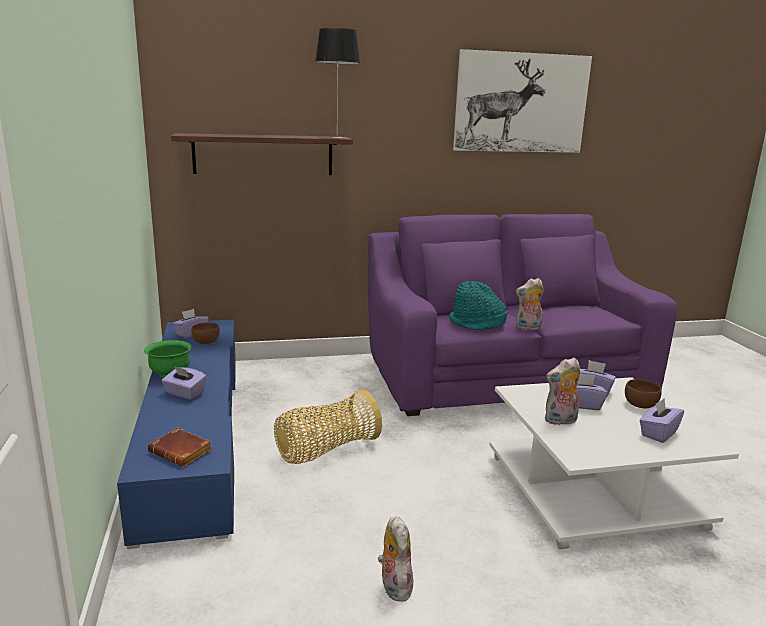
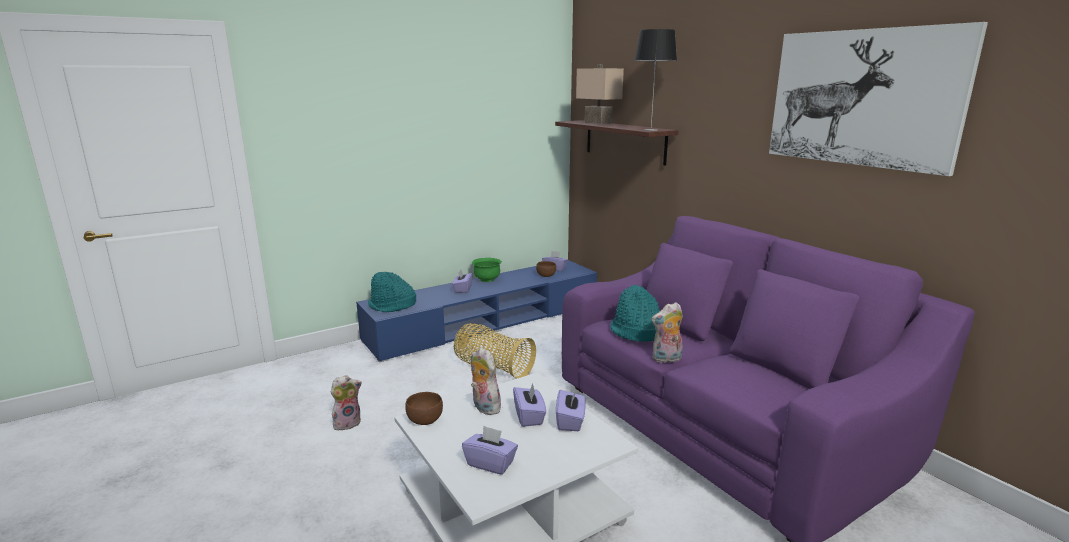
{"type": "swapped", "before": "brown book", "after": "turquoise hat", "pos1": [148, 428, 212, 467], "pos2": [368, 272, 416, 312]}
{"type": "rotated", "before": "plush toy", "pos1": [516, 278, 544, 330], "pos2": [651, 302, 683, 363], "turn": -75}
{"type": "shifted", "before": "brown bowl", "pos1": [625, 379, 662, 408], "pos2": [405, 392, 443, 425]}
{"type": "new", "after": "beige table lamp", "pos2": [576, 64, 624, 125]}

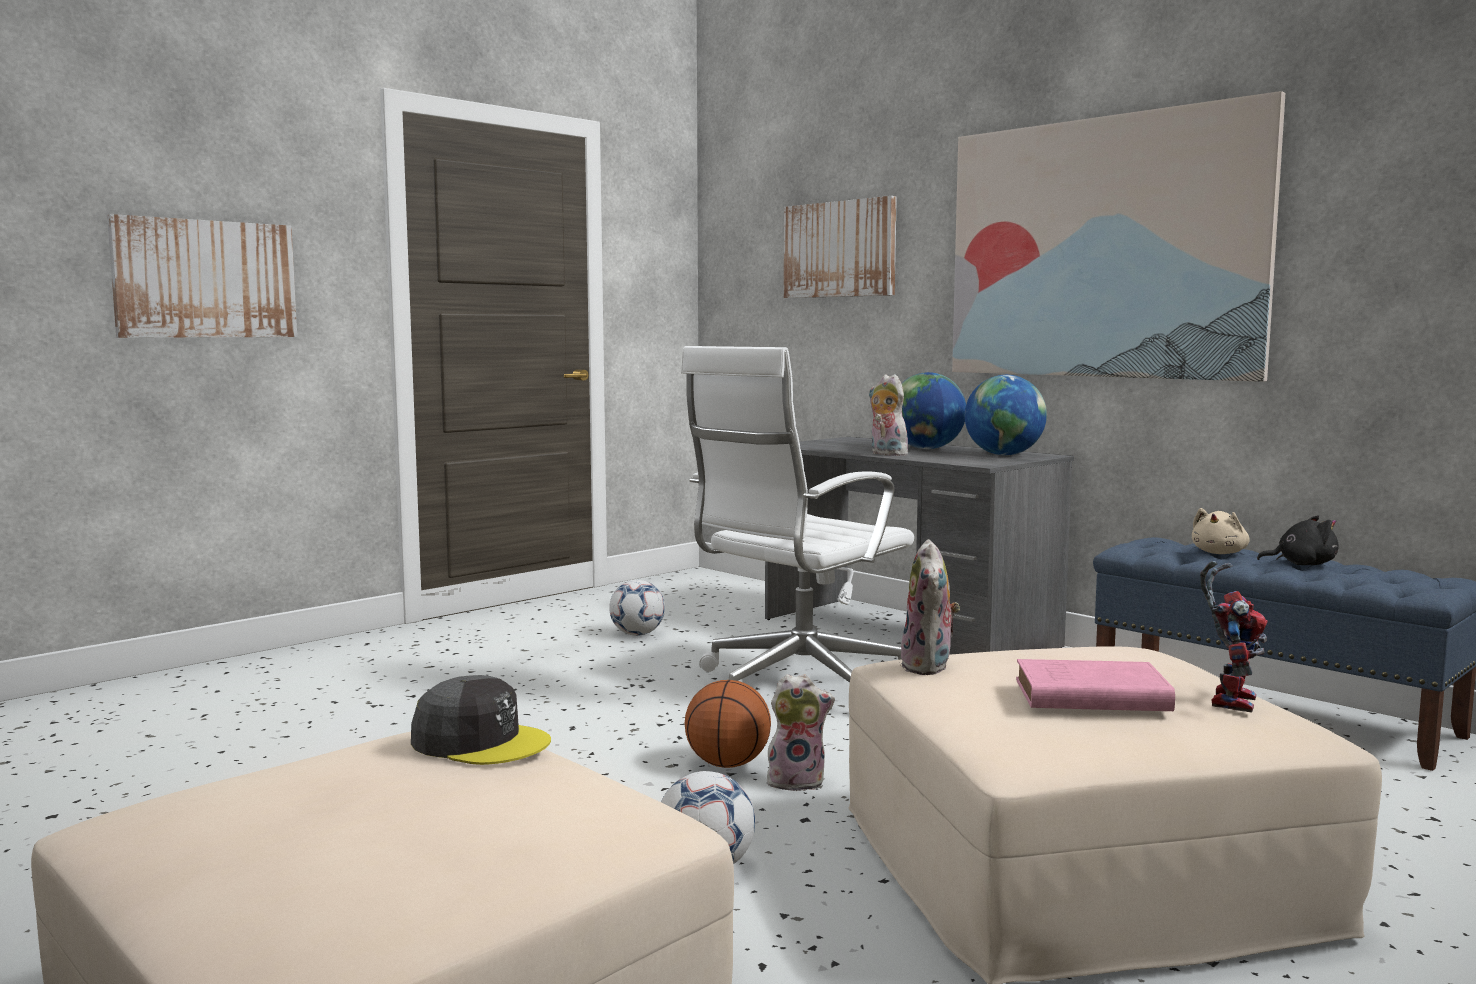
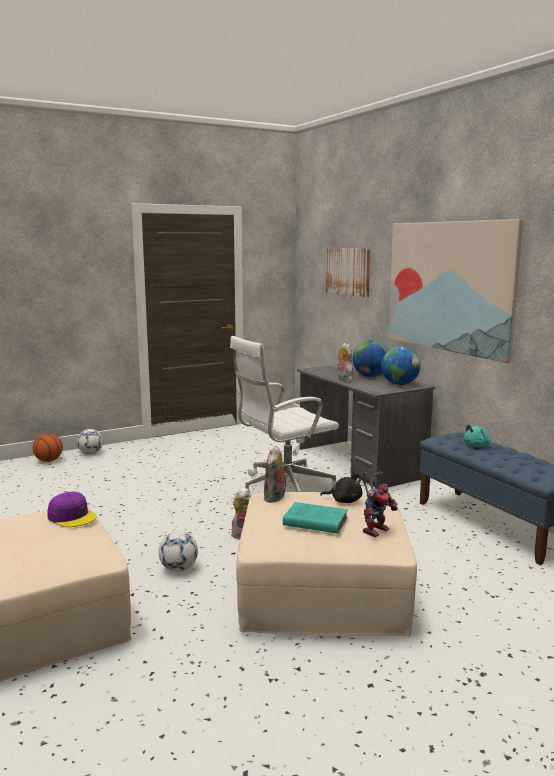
{"type": "gone", "before": "picture", "pos1": [107, 214, 297, 338]}
{"type": "repainted", "before": "grey cap", "after": "purple cap", "pos1": [411, 675, 551, 765], "pos2": [47, 492, 97, 527]}
{"type": "shifted", "before": "football", "pos1": [609, 580, 665, 636], "pos2": [77, 429, 103, 454]}
{"type": "shifted", "before": "basketball", "pos1": [685, 680, 771, 768], "pos2": [33, 433, 63, 462]}
{"type": "repainted", "before": "pink book", "after": "turquoise book", "pos1": [1016, 659, 1175, 711], "pos2": [283, 502, 348, 534]}
{"type": "repainted", "before": "beige plush toy", "after": "turquoise plush toy", "pos1": [1192, 508, 1250, 554], "pos2": [464, 424, 491, 447]}
{"type": "shifted", "before": "black plush toy", "pos1": [1257, 515, 1339, 565], "pos2": [320, 474, 362, 503]}

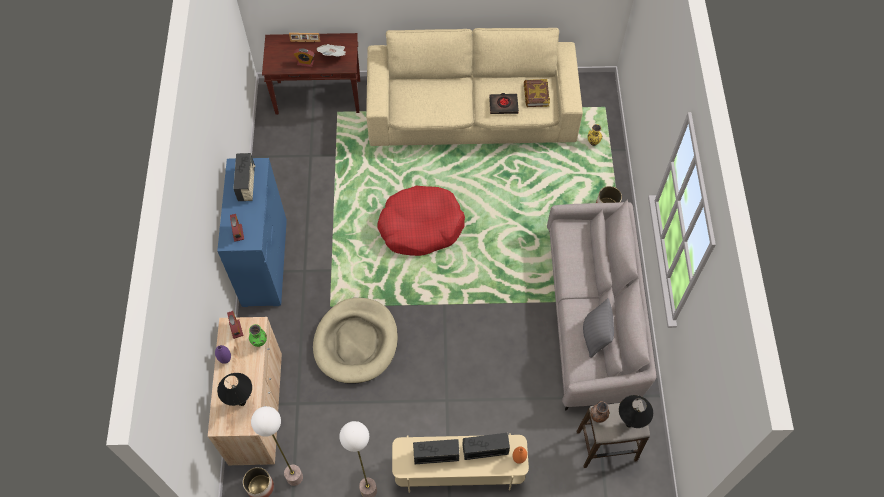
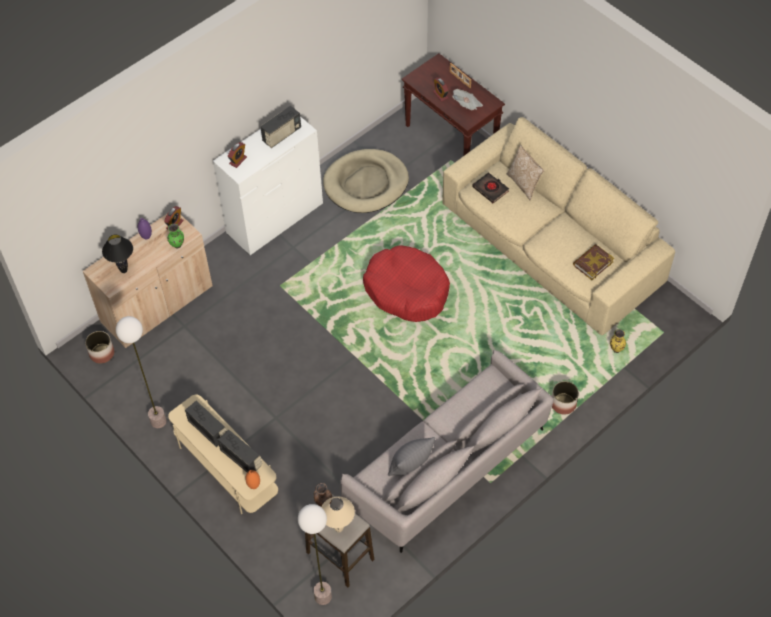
{"type": "repainted", "before": "blue dresser", "after": "white dresser", "pos1": [217, 158, 287, 307], "pos2": [213, 116, 323, 255]}
{"type": "shifted", "before": "floor lamp", "pos1": [251, 406, 303, 486], "pos2": [298, 504, 332, 605]}
{"type": "shifted", "before": "beige dog bed", "pos1": [313, 298, 398, 384], "pos2": [323, 149, 409, 213]}
{"type": "shifted", "before": "black book", "pos1": [489, 93, 519, 114], "pos2": [472, 172, 509, 203]}
{"type": "repainted", "before": "black table lamp", "after": "beige table lamp", "pos1": [619, 395, 653, 428], "pos2": [321, 496, 355, 532]}
{"type": "new", "after": "pillow", "pos2": [507, 145, 544, 201]}

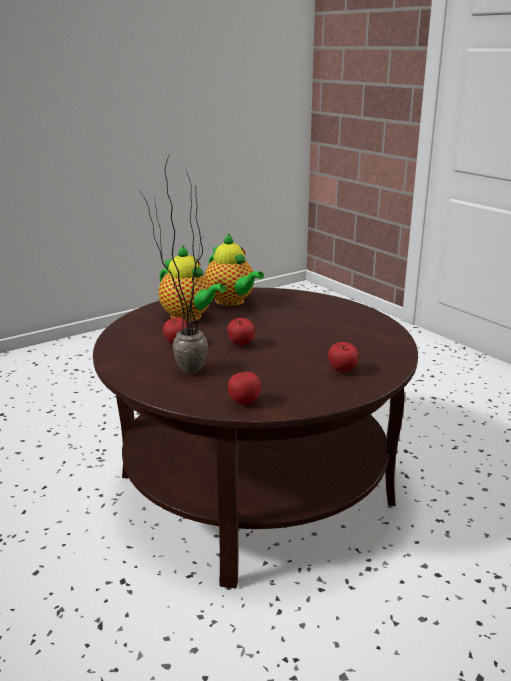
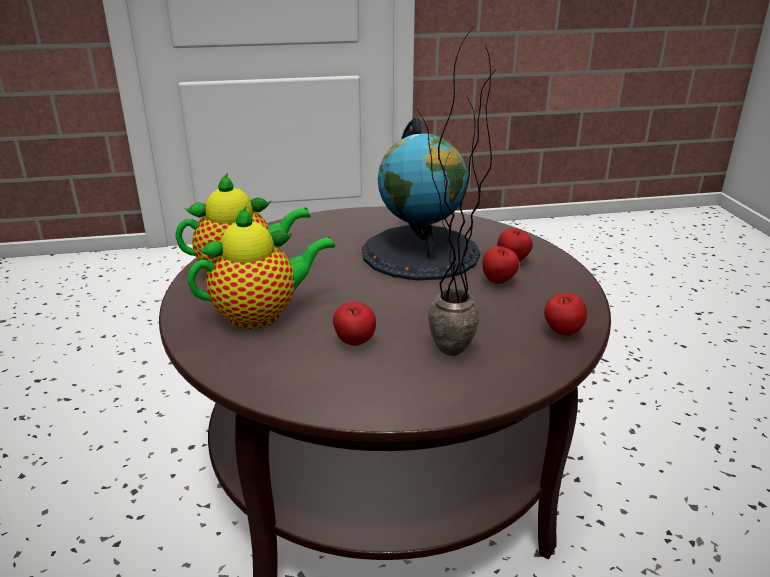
{"type": "shifted", "before": "apple", "pos1": [227, 318, 255, 346], "pos2": [482, 246, 519, 284]}
{"type": "new", "after": "globe", "pos2": [362, 117, 480, 280]}

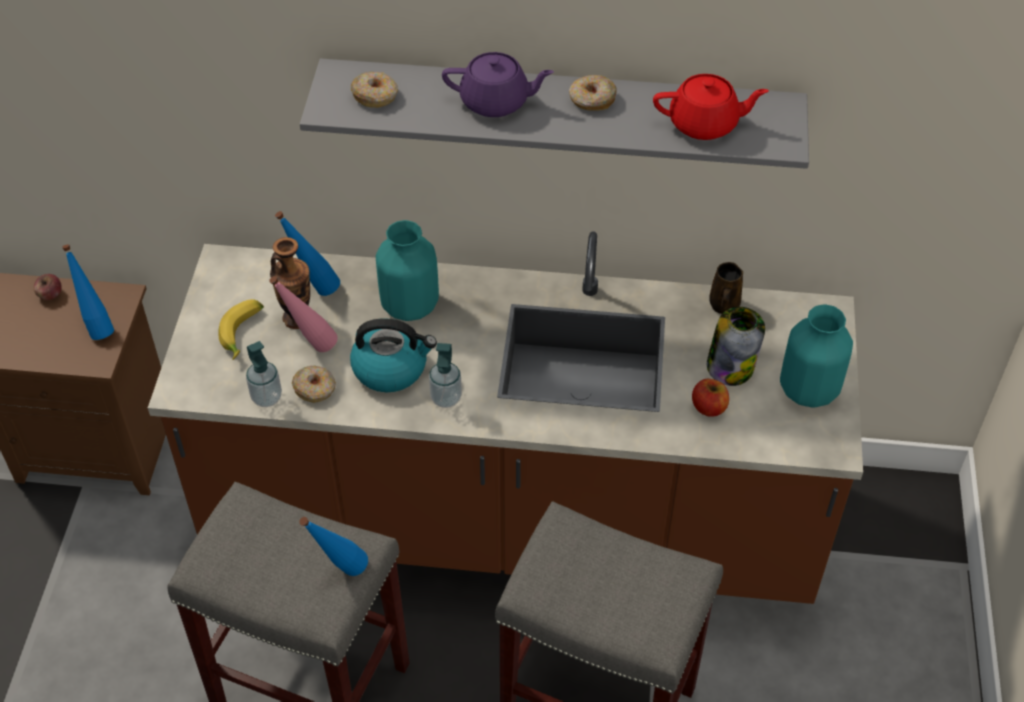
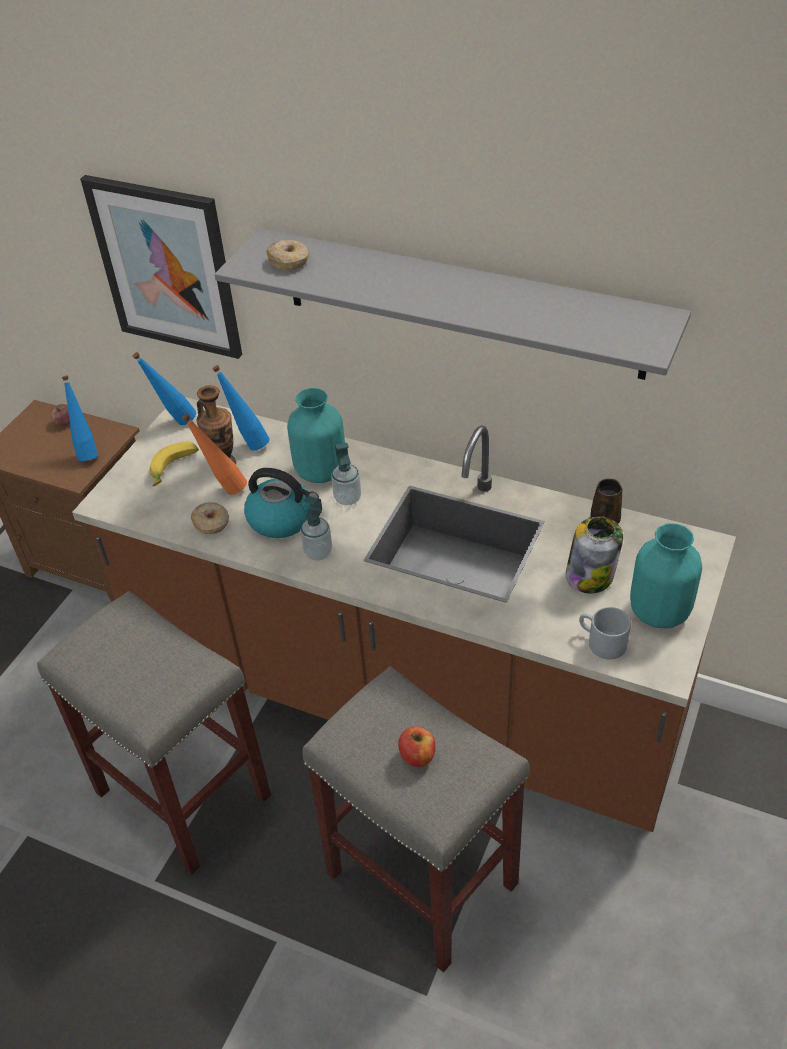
{"type": "shifted", "before": "soap dispenser", "pos1": [246, 341, 282, 407], "pos2": [331, 443, 361, 505]}
{"type": "repainted", "before": "pink bottle", "after": "orange bottle", "pos1": [269, 276, 338, 352], "pos2": [182, 414, 247, 495]}
{"type": "shifted", "before": "blue bottle", "pos1": [299, 517, 368, 576], "pos2": [132, 352, 196, 425]}
{"type": "gone", "before": "purple teapot", "pos1": [442, 52, 554, 117]}
{"type": "gone", "before": "donut", "pos1": [569, 75, 616, 111]}
{"type": "gone", "before": "red teapot", "pos1": [653, 74, 769, 140]}
{"type": "shifted", "before": "apple", "pos1": [692, 379, 729, 417], "pos2": [398, 726, 435, 767]}
{"type": "new", "after": "picture", "pos2": [80, 175, 242, 359]}
{"type": "new", "after": "grey mug", "pos2": [579, 607, 631, 659]}

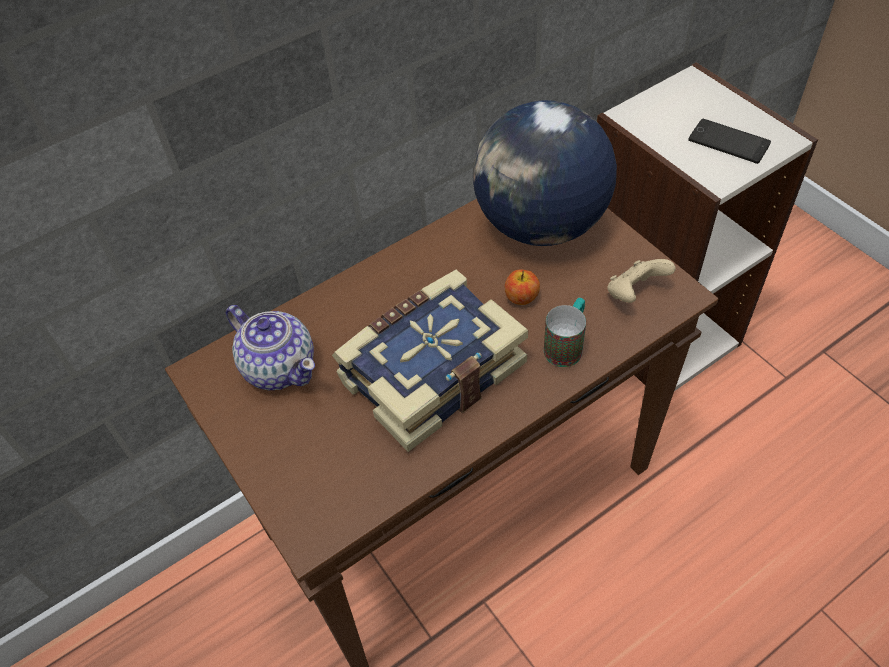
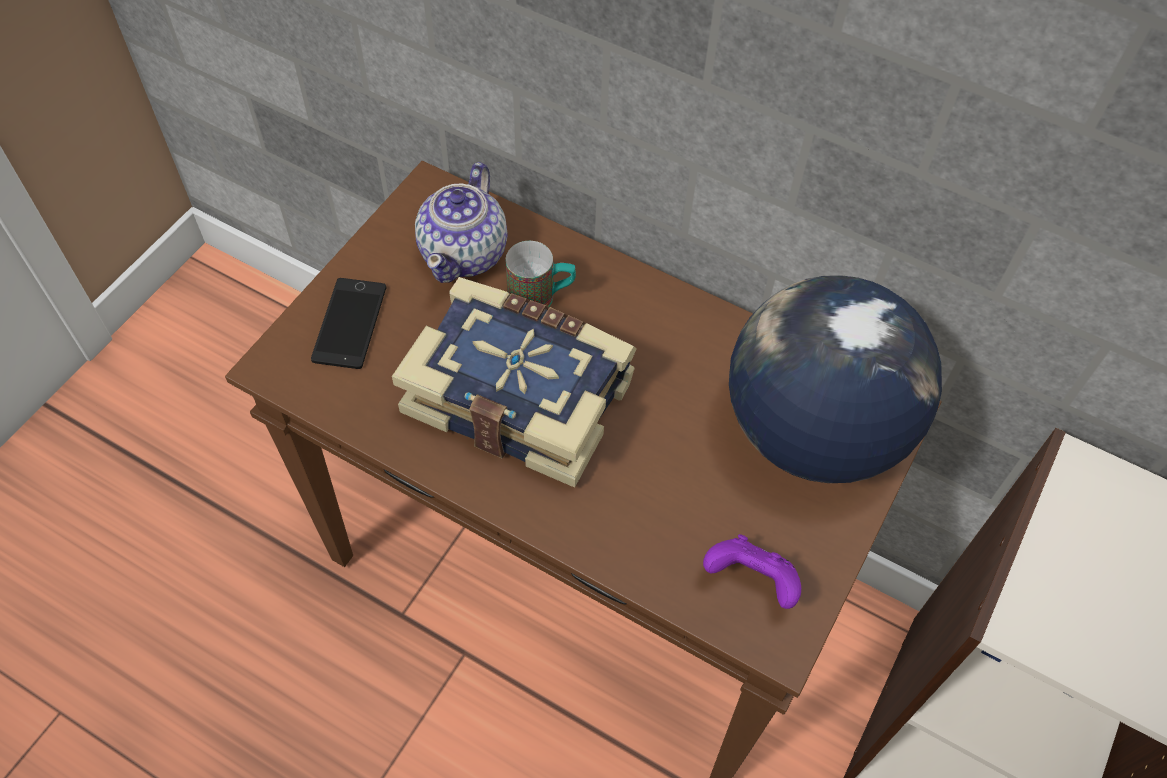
{"type": "gone", "before": "apple", "pos1": [505, 269, 540, 305]}
{"type": "shifted", "before": "mug", "pos1": [544, 298, 586, 367], "pos2": [506, 241, 576, 307]}
{"type": "repainted", "before": "beige game controller", "after": "purple game controller", "pos1": [607, 259, 676, 303], "pos2": [703, 534, 801, 609]}
{"type": "shifted", "before": "phone", "pos1": [688, 119, 771, 164], "pos2": [311, 278, 386, 369]}

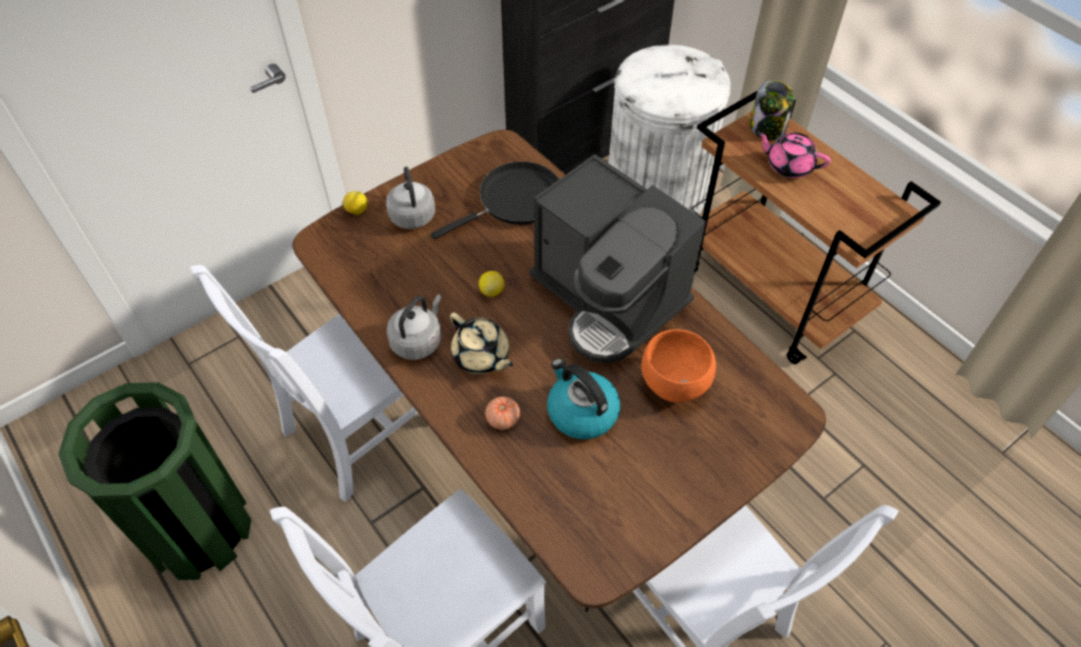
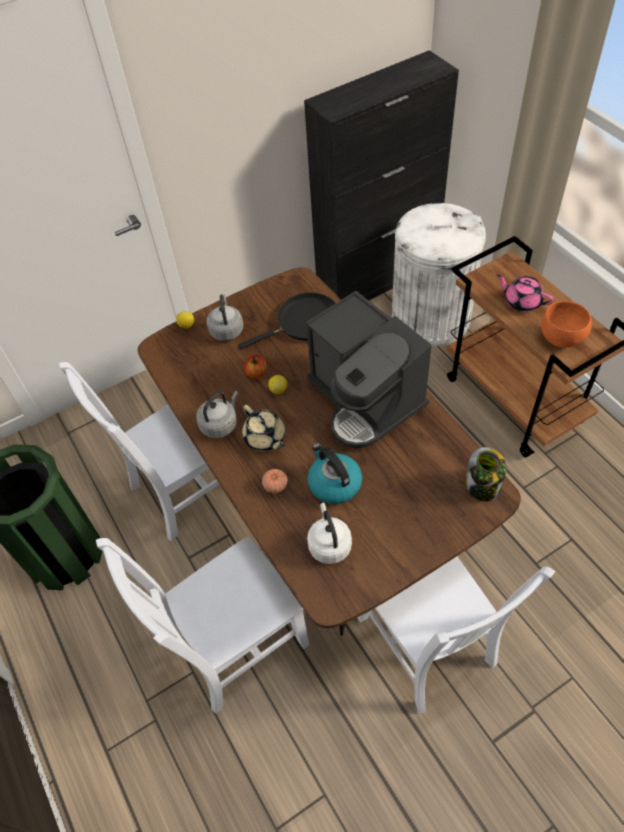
{"type": "shifted", "before": "orange bowl", "pos1": [642, 329, 716, 402], "pos2": [541, 301, 592, 348]}
{"type": "shifted", "before": "jar", "pos1": [750, 81, 794, 140], "pos2": [465, 447, 506, 501]}
{"type": "new", "after": "apple", "pos2": [244, 355, 267, 379]}
{"type": "new", "after": "white kettle", "pos2": [307, 503, 352, 564]}

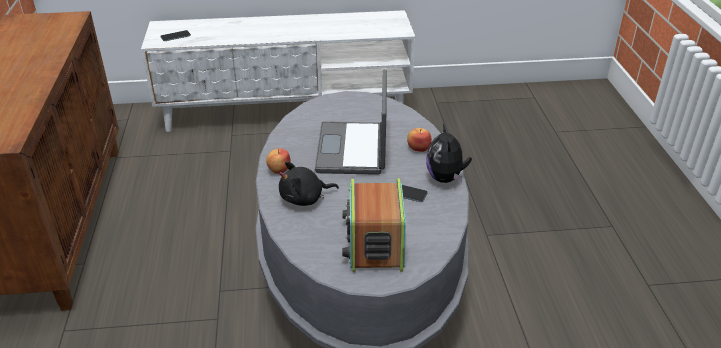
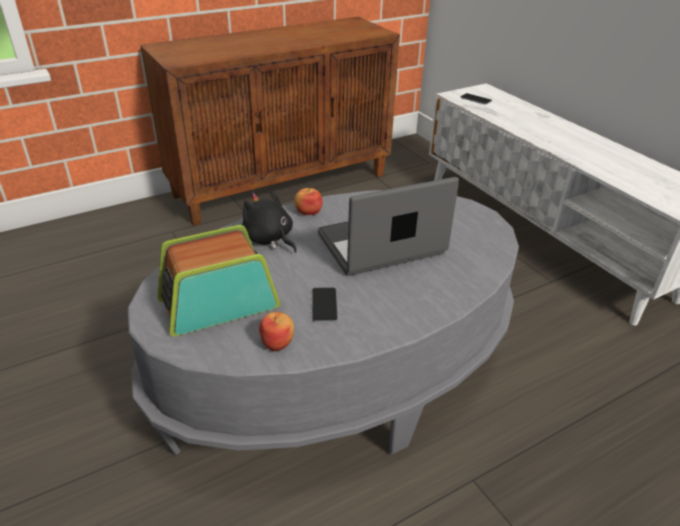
{"type": "shifted", "before": "apple", "pos1": [407, 128, 432, 152], "pos2": [259, 312, 294, 351]}
{"type": "gone", "before": "plush toy", "pos1": [426, 124, 472, 183]}

